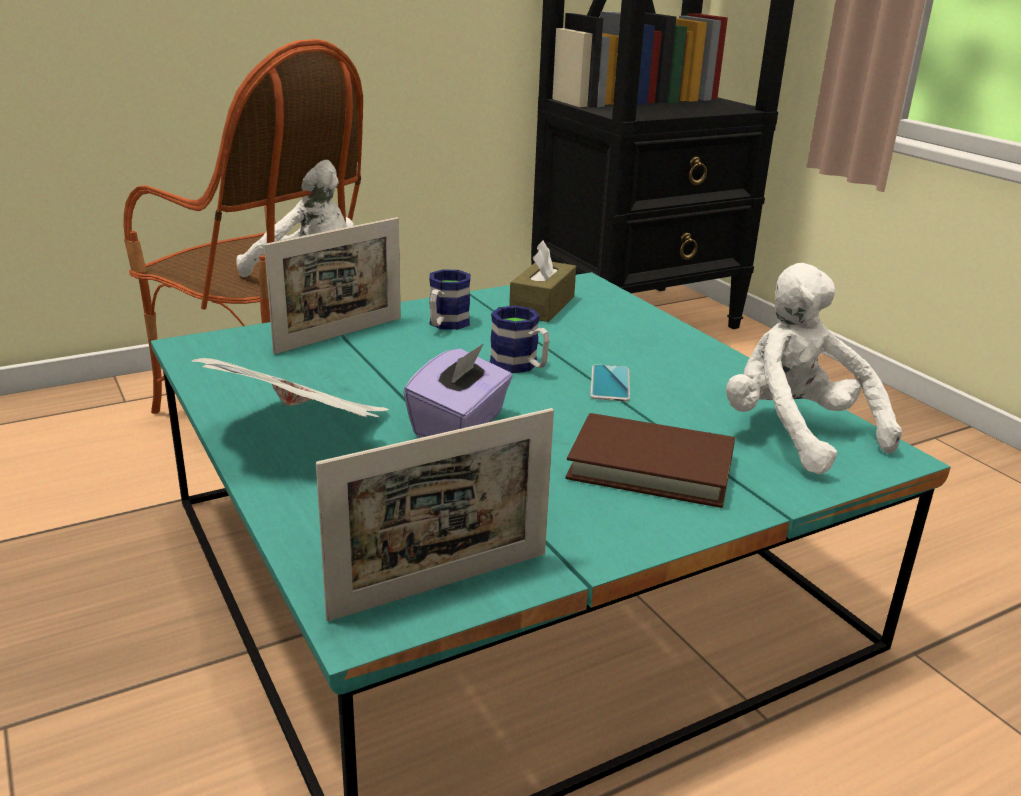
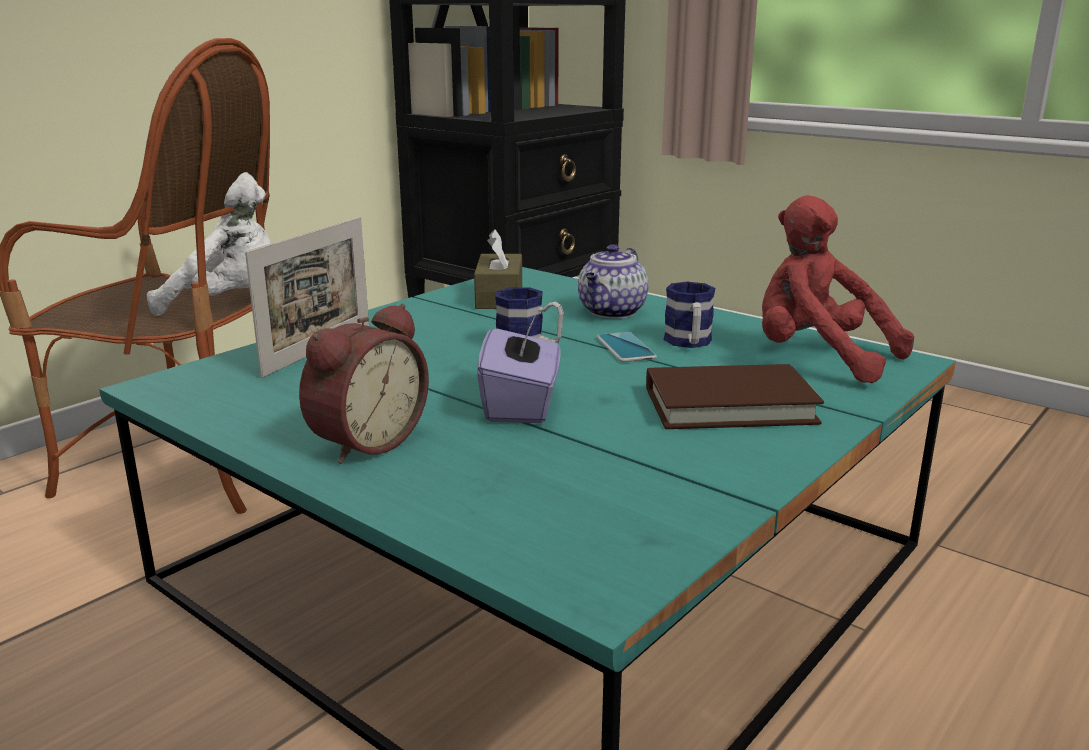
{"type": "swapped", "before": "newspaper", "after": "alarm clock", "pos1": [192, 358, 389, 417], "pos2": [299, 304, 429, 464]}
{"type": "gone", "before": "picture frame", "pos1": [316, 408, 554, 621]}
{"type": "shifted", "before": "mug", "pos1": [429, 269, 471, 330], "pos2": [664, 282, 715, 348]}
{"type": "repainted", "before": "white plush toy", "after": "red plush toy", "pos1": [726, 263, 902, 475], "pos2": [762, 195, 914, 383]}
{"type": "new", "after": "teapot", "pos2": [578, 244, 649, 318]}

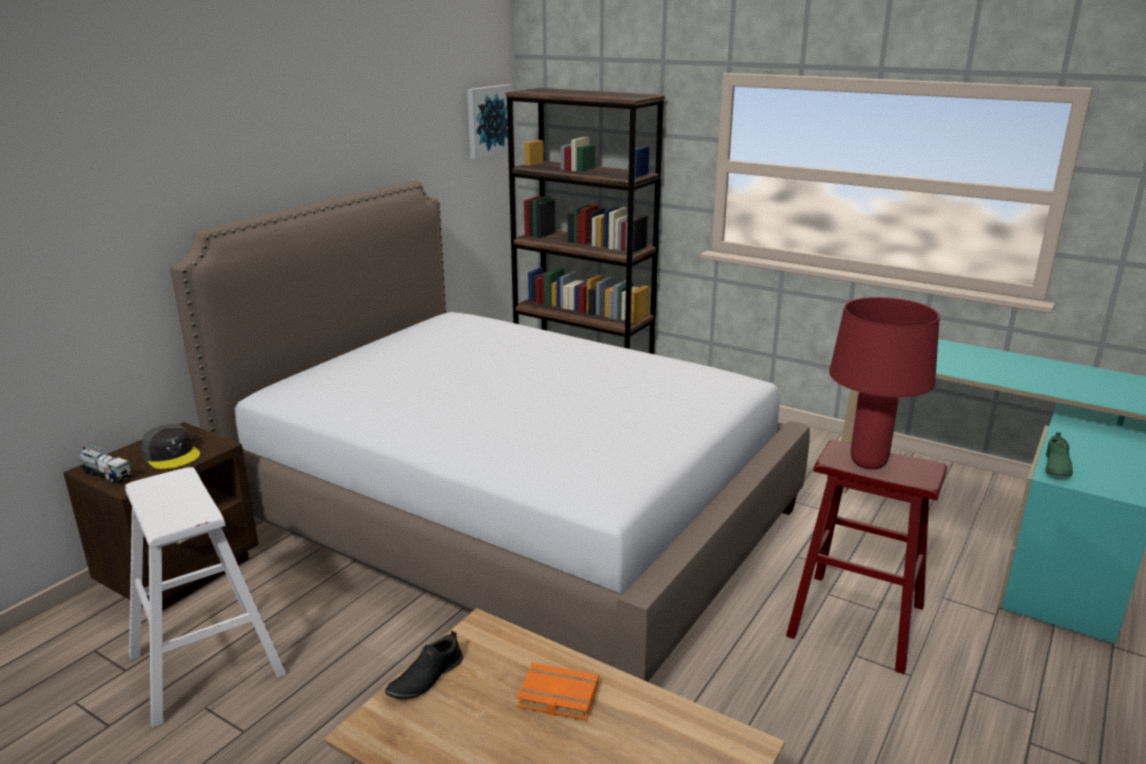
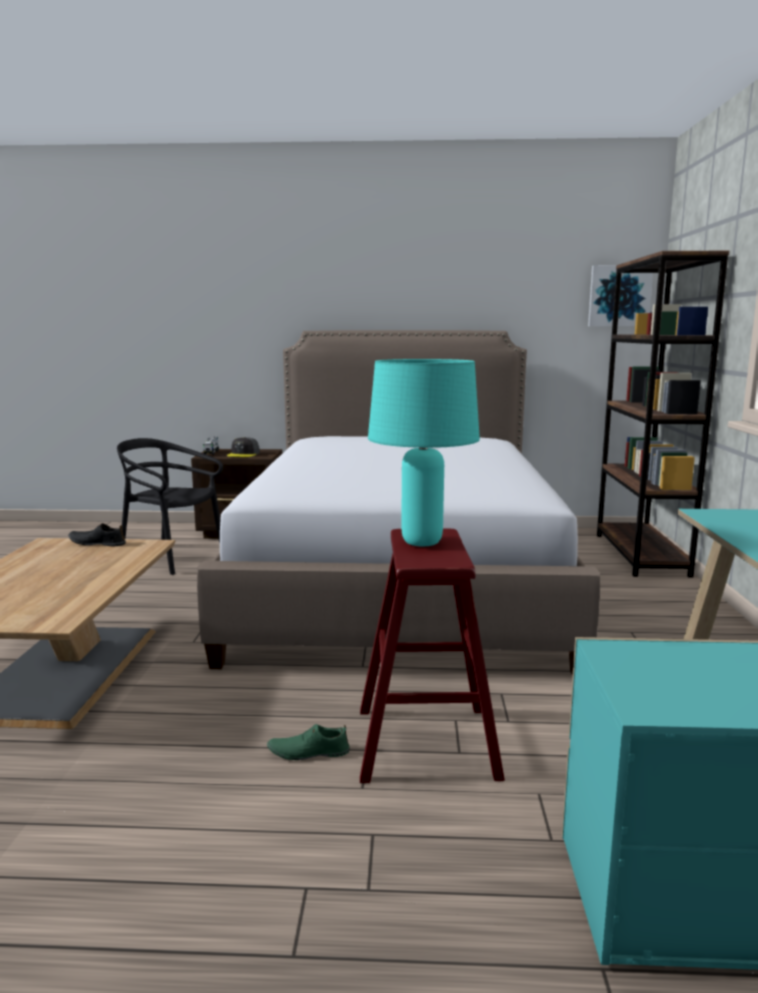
{"type": "swapped", "before": "white stool", "after": "black chair", "pos1": [125, 467, 287, 728], "pos2": [117, 438, 223, 575]}
{"type": "gone", "before": "orange book", "pos1": [517, 663, 599, 721]}
{"type": "repainted", "before": "red table lamp", "after": "turquoise table lamp", "pos1": [829, 297, 940, 469], "pos2": [368, 359, 480, 546]}
{"type": "shifted", "before": "green shoe", "pos1": [1045, 432, 1073, 477], "pos2": [267, 724, 349, 760]}

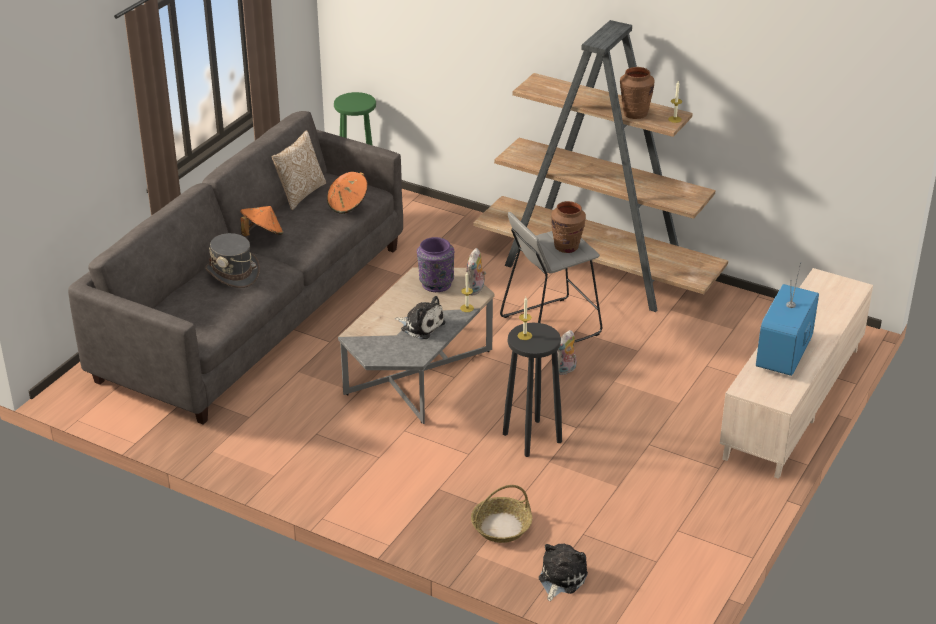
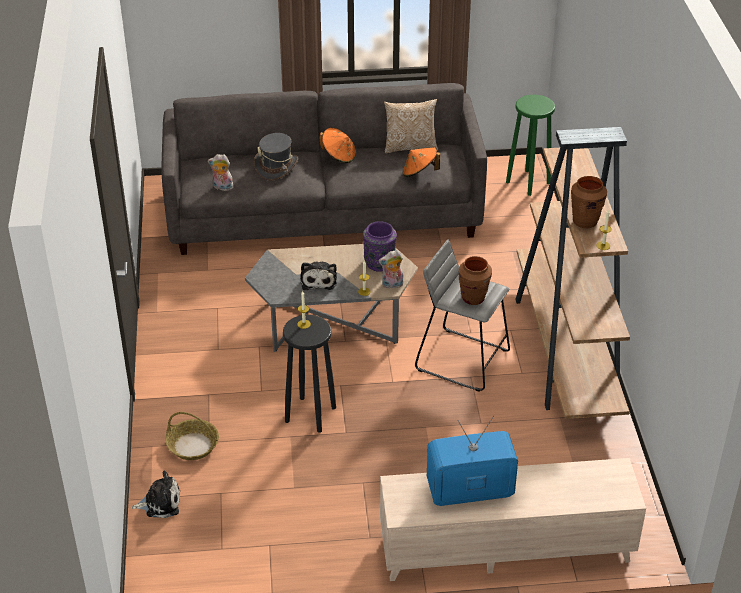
{"type": "shifted", "before": "plush toy", "pos1": [557, 330, 576, 375], "pos2": [208, 154, 235, 191]}

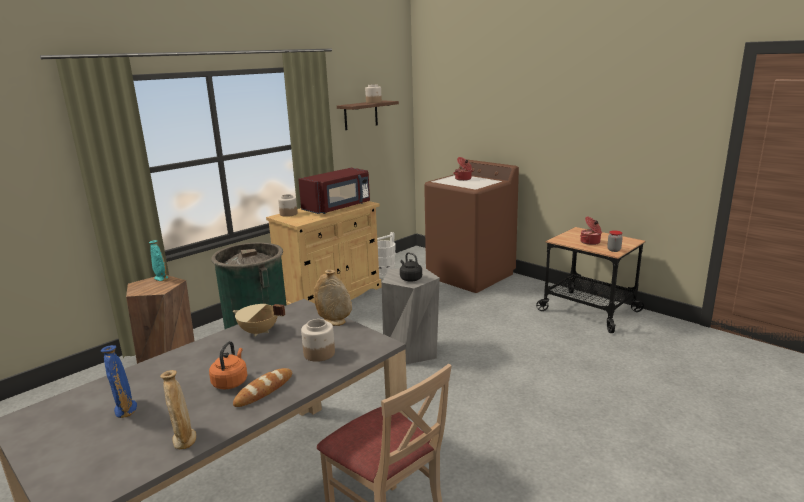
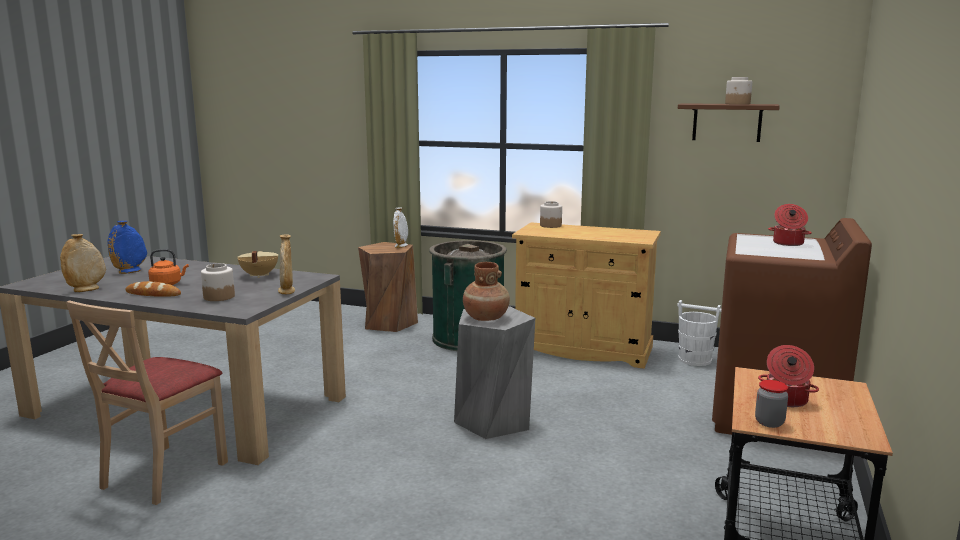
{"type": "repainted", "before": "turquoise vase", "after": "white vase", "pos1": [149, 240, 168, 281], "pos2": [393, 207, 408, 248]}
{"type": "gone", "before": "red microwave", "pos1": [298, 168, 370, 214]}
{"type": "swapped", "before": "black kettle", "after": "brown vase", "pos1": [400, 252, 422, 282], "pos2": [463, 262, 510, 321]}

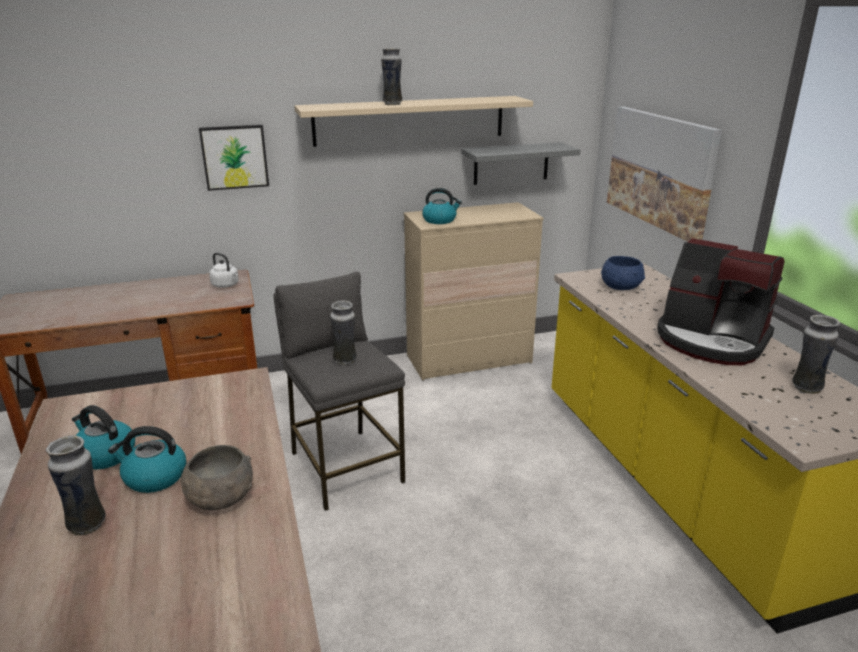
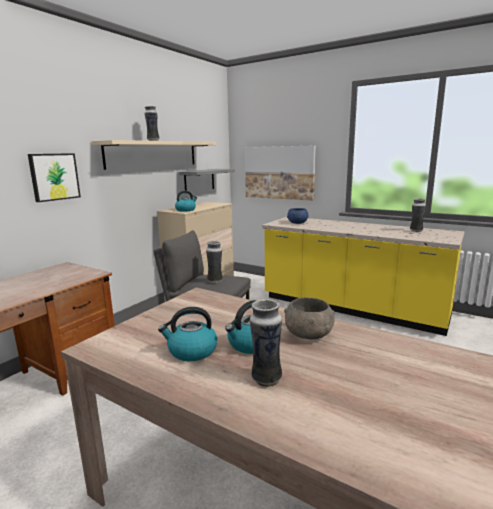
{"type": "gone", "before": "white kettle", "pos1": [209, 253, 239, 288]}
{"type": "gone", "before": "coffee machine", "pos1": [658, 238, 784, 365]}

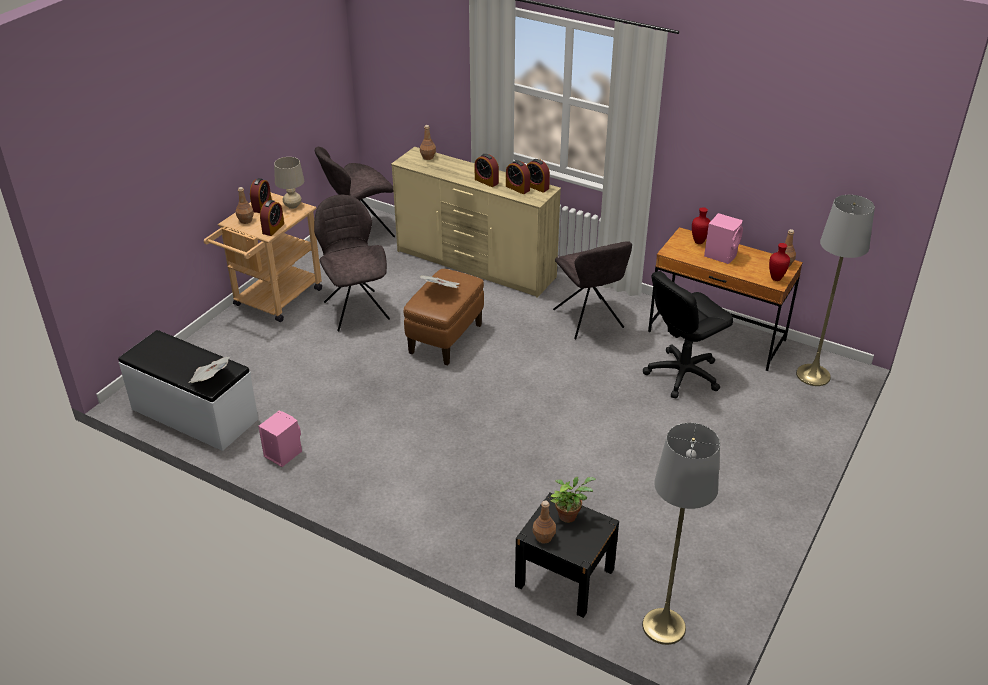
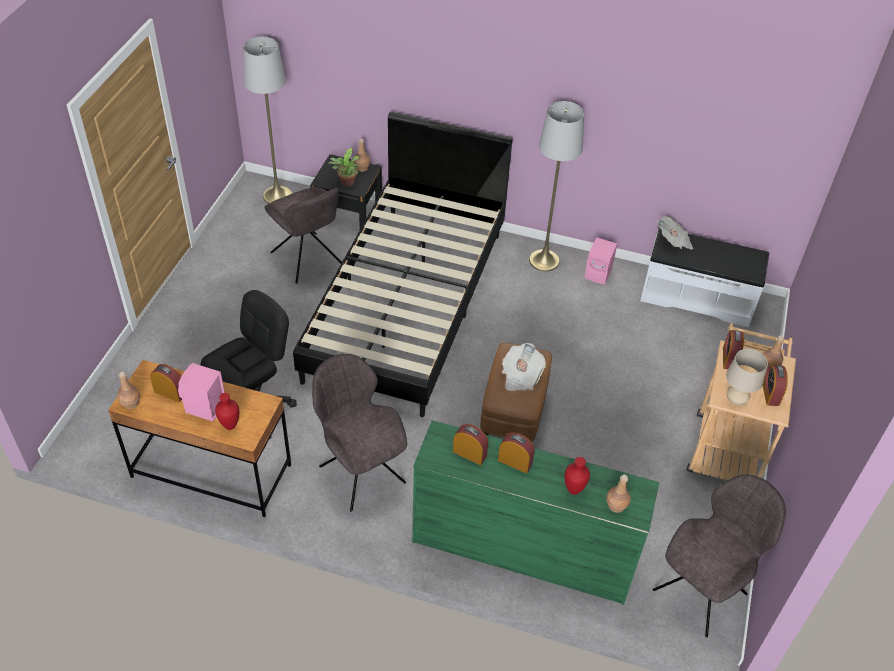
{"type": "shifted", "before": "grey chair", "pos1": [314, 195, 390, 331], "pos2": [264, 187, 342, 284]}
{"type": "repainted", "before": "beige dresser", "after": "green dresser", "pos1": [391, 147, 561, 298], "pos2": [412, 420, 659, 605]}
{"type": "shifted", "before": "alarm clock", "pos1": [527, 159, 550, 193], "pos2": [150, 364, 182, 403]}
{"type": "shifted", "before": "red vase", "pos1": [769, 243, 790, 281], "pos2": [565, 457, 590, 495]}
{"type": "shifted", "before": "grey floor lamp", "pos1": [796, 195, 875, 386], "pos2": [529, 101, 584, 272]}
{"type": "new", "after": "black bed", "pos2": [293, 112, 512, 417]}

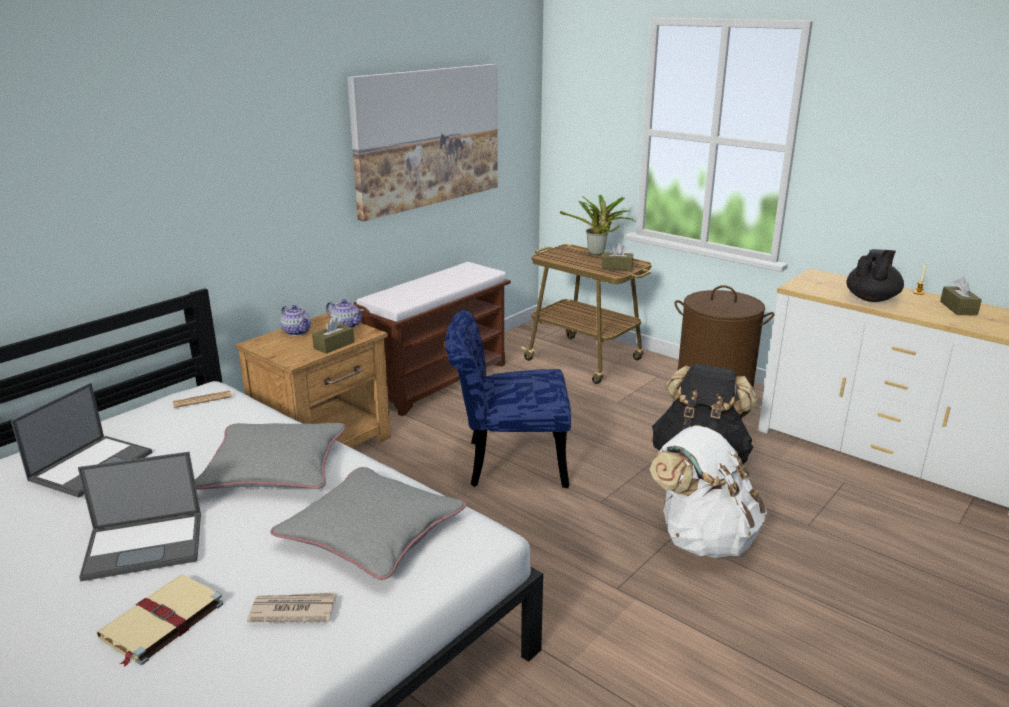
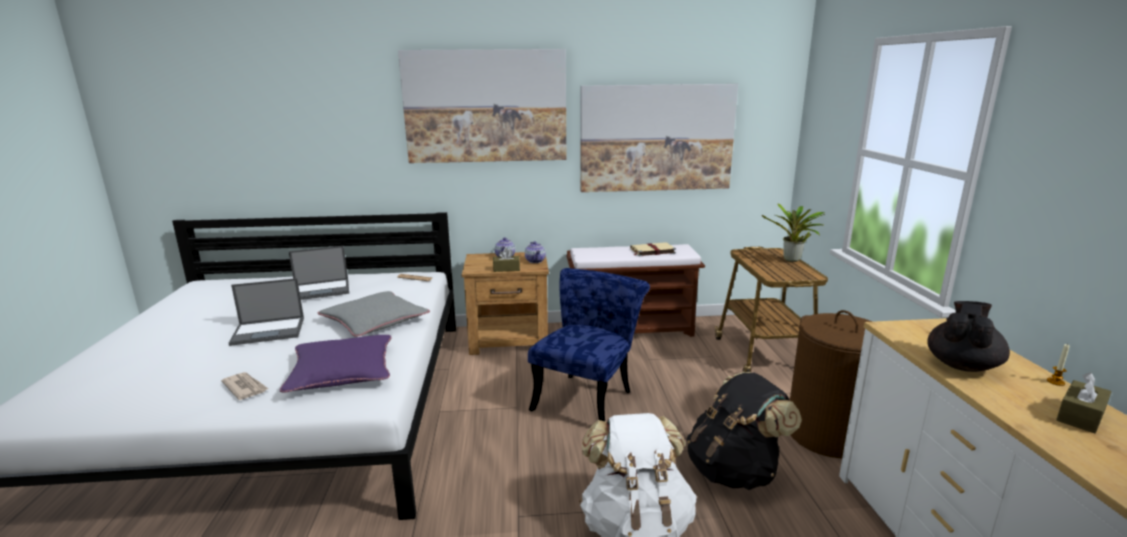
{"type": "rotated", "before": "laptop", "pos1": [78, 452, 201, 581], "pos2": [229, 278, 304, 346], "turn": -45}
{"type": "shifted", "before": "beige book", "pos1": [97, 575, 223, 667], "pos2": [630, 242, 676, 256]}
{"type": "repainted", "before": "grey pillow", "after": "purple pillow", "pos1": [270, 467, 466, 580], "pos2": [280, 335, 392, 393]}
{"type": "rotated", "before": "blue chair", "pos1": [445, 310, 571, 488], "pos2": [528, 268, 650, 421], "turn": 75}
{"type": "gone", "before": "brown tissue box", "pos1": [602, 243, 633, 271]}
{"type": "rotated", "before": "black teapot", "pos1": [846, 249, 904, 302], "pos2": [927, 301, 1010, 372], "turn": -45}
{"type": "new", "after": "picture", "pos2": [398, 49, 566, 163]}

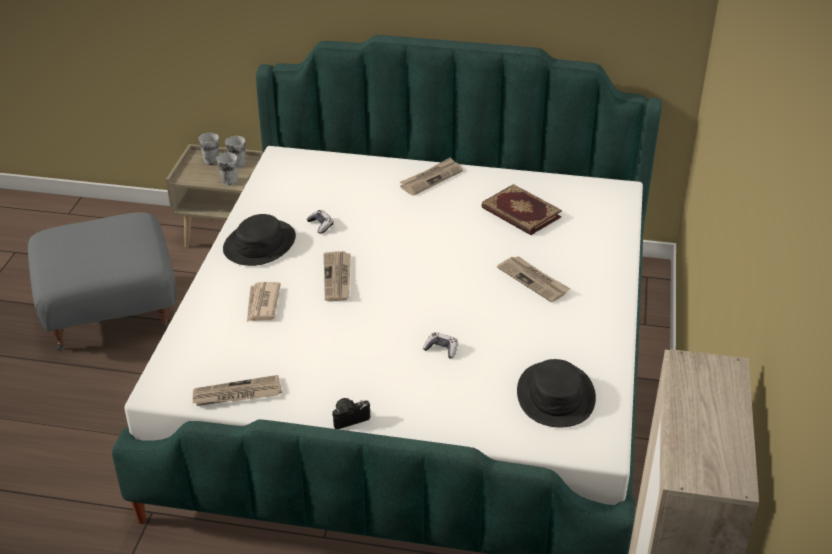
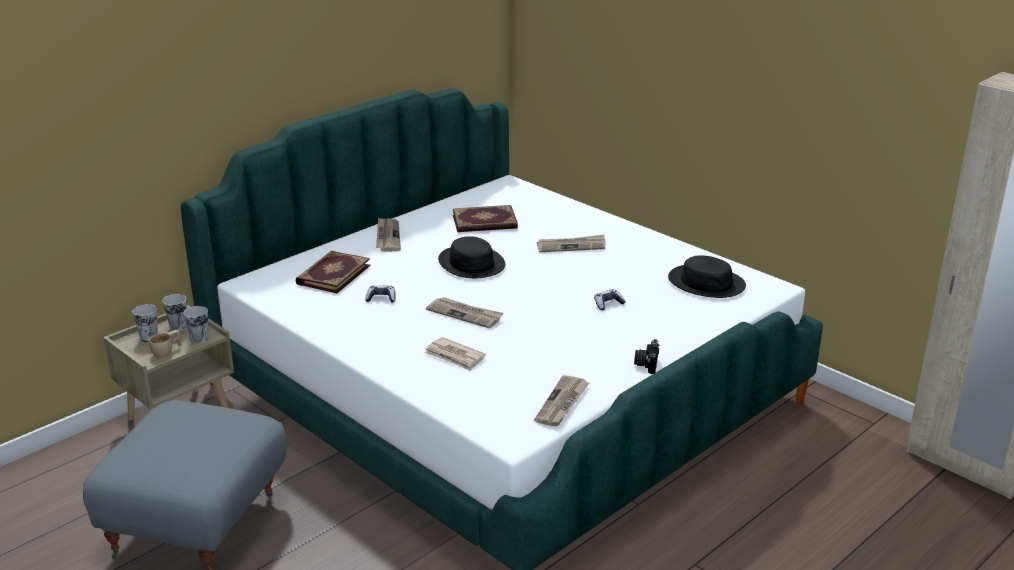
{"type": "shifted", "before": "black hat", "pos1": [223, 214, 296, 266], "pos2": [438, 236, 505, 278]}
{"type": "new", "after": "beige cup", "pos2": [149, 330, 182, 357]}
{"type": "new", "after": "book", "pos2": [296, 251, 370, 293]}

